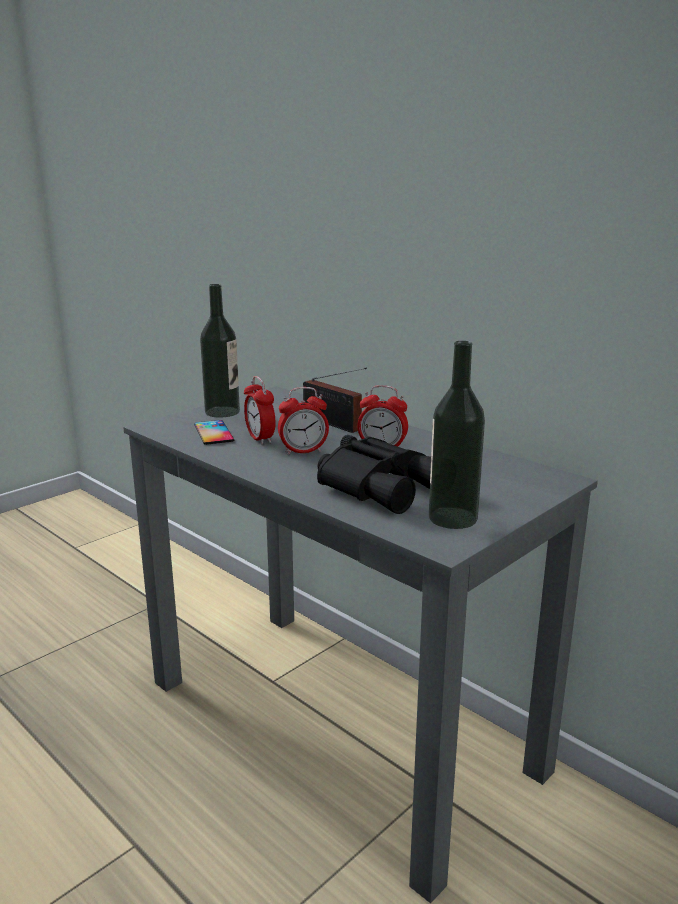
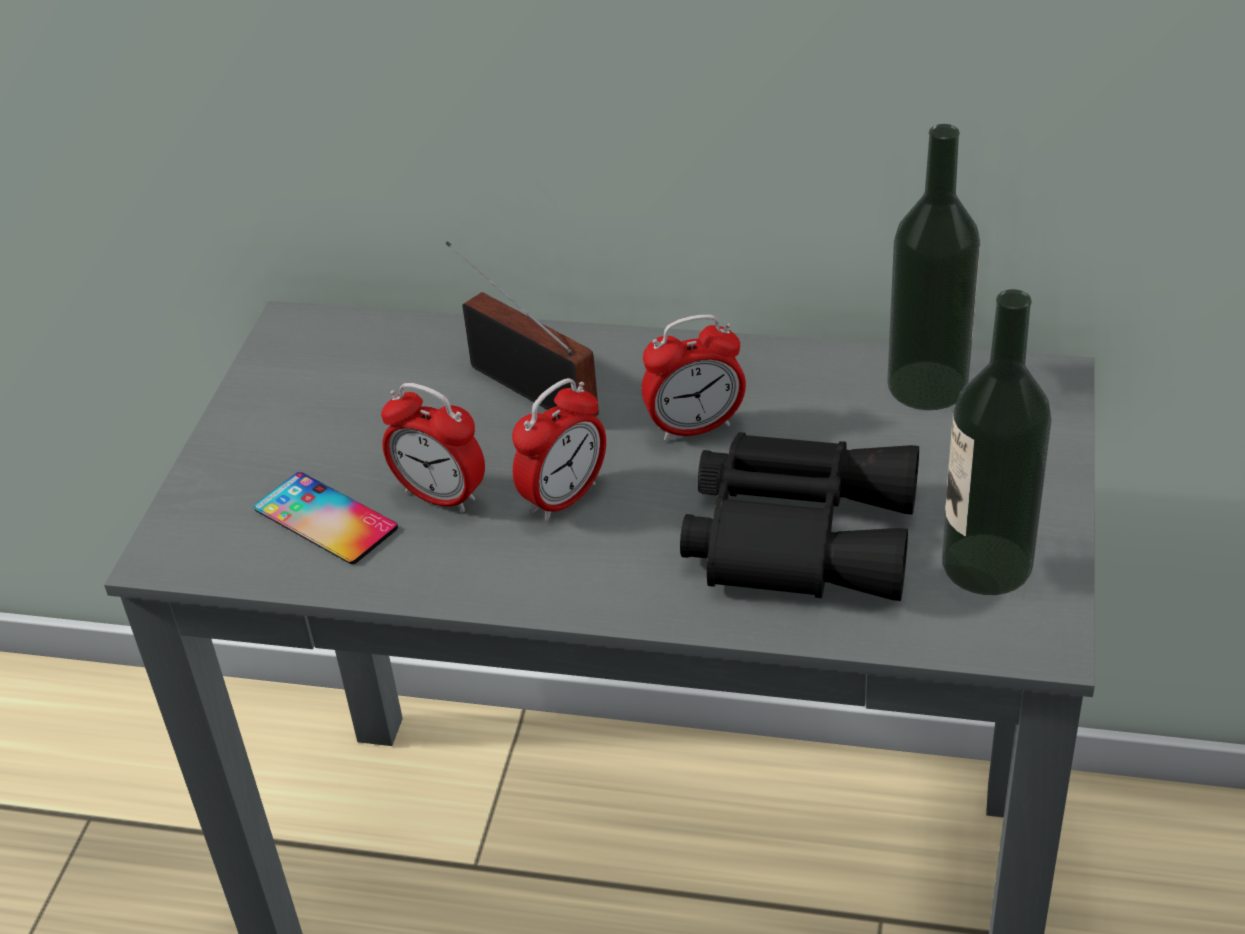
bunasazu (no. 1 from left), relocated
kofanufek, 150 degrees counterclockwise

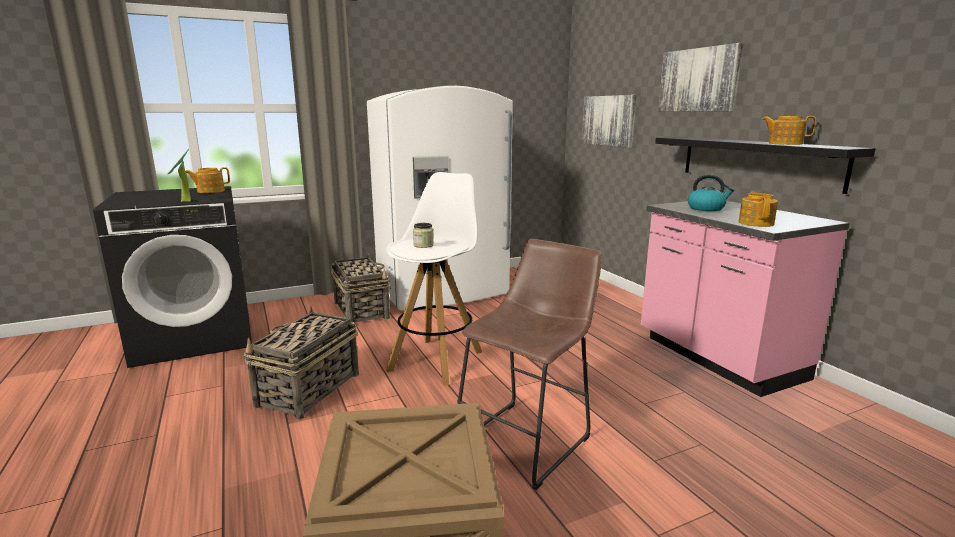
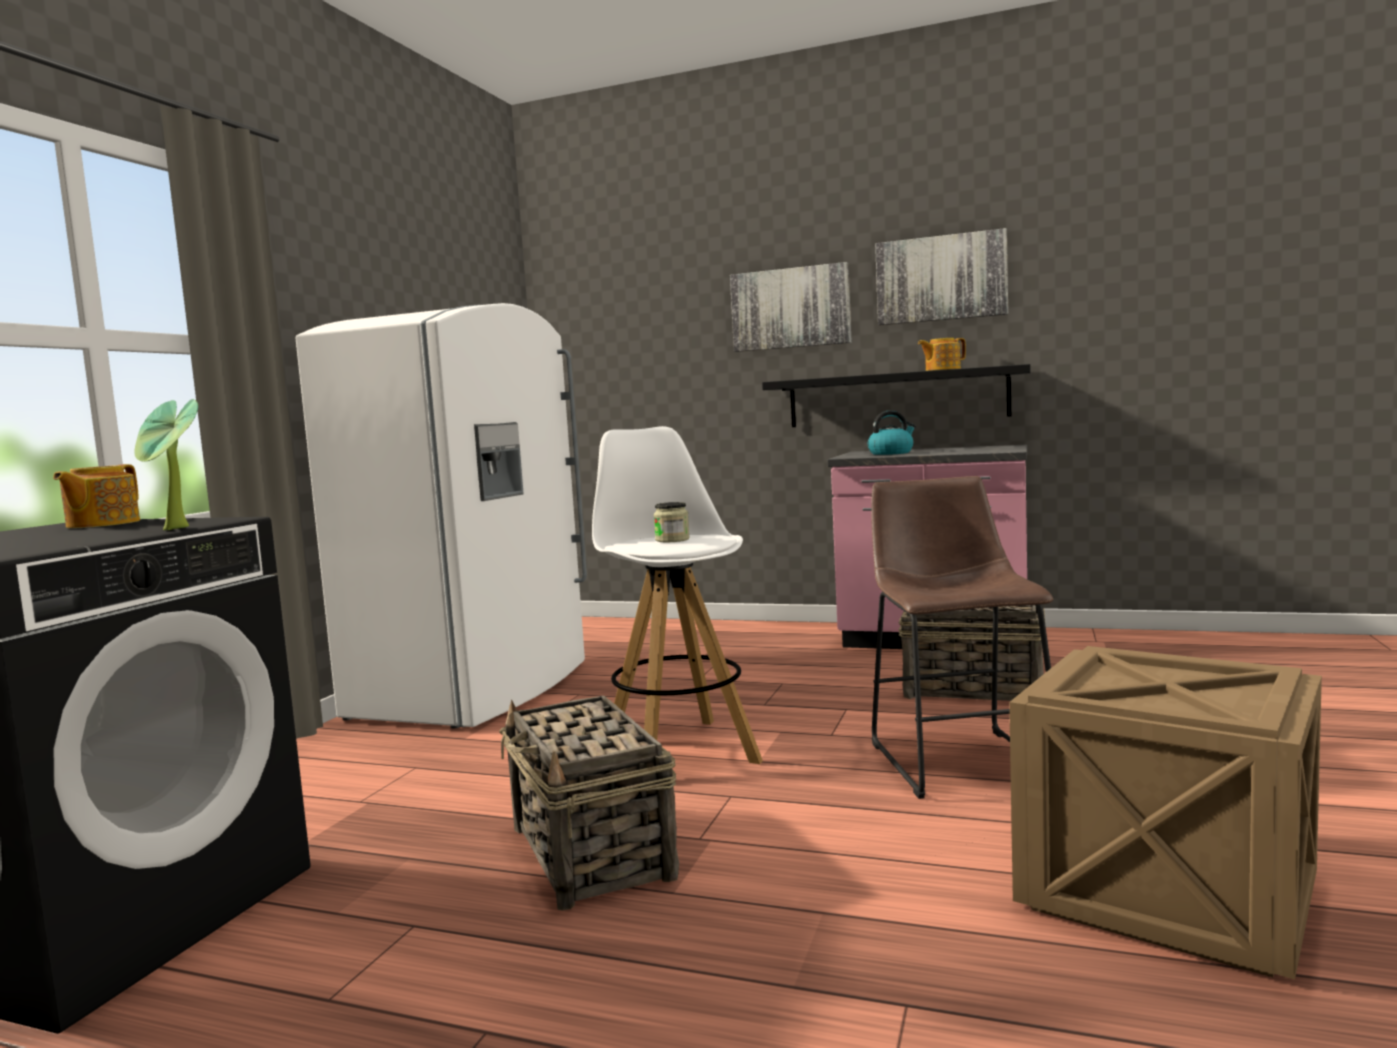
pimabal (no. 1 from left in the first image) -> pimabal (no. 2 from left), relocated
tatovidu (no. 2 from left) -> none
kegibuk (no. 2 from left), relocated

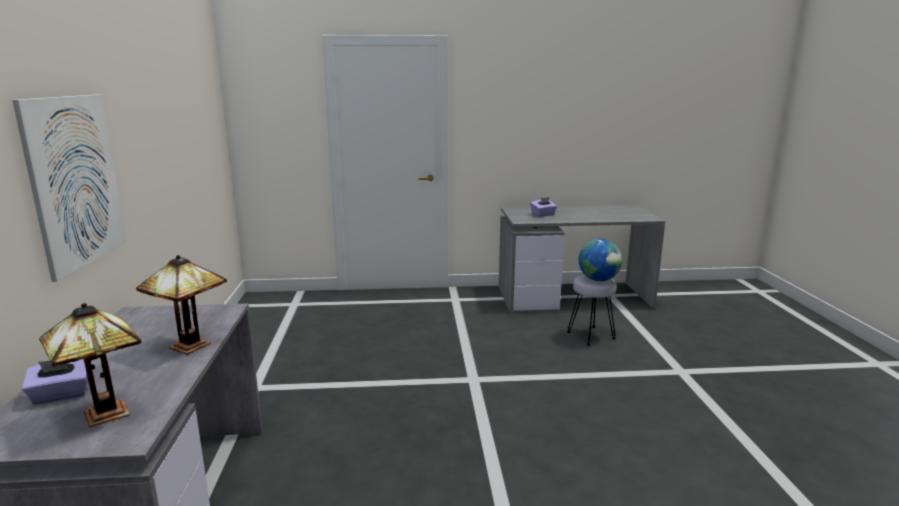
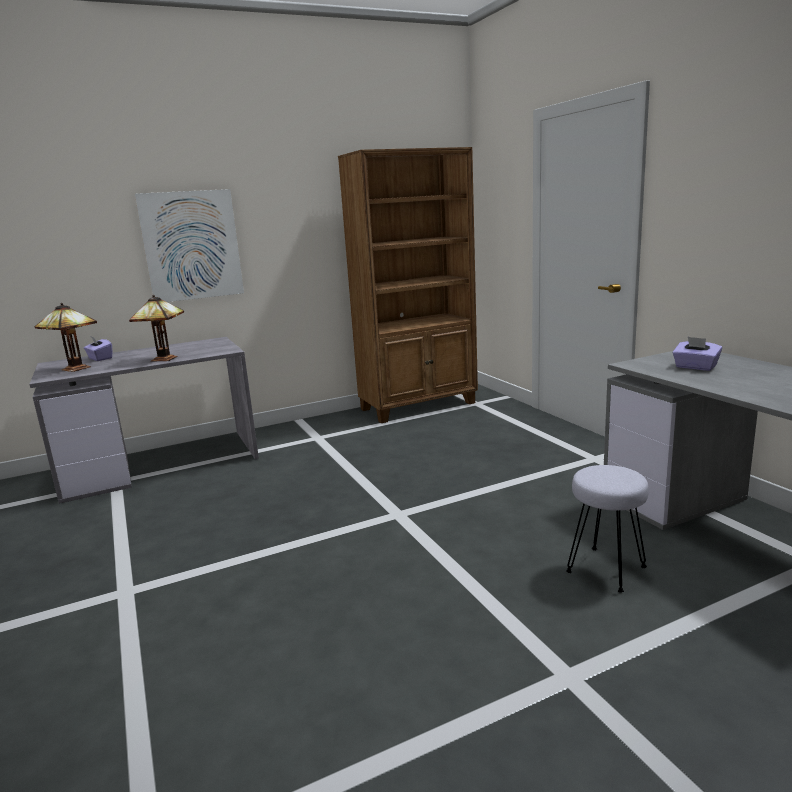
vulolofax -> none
none -> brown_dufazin

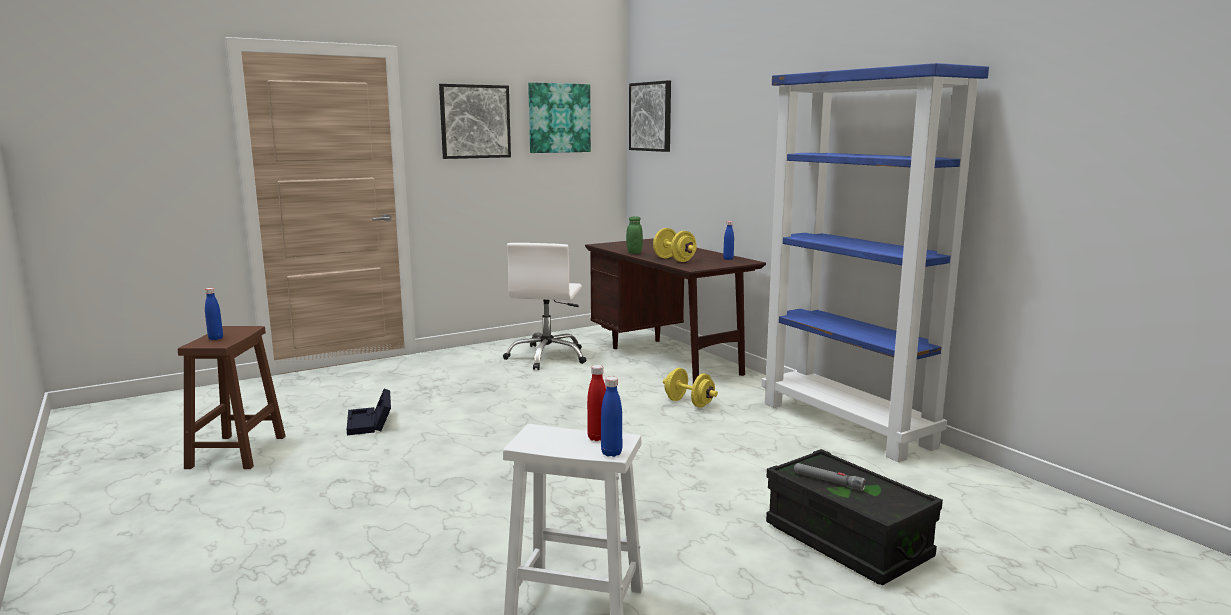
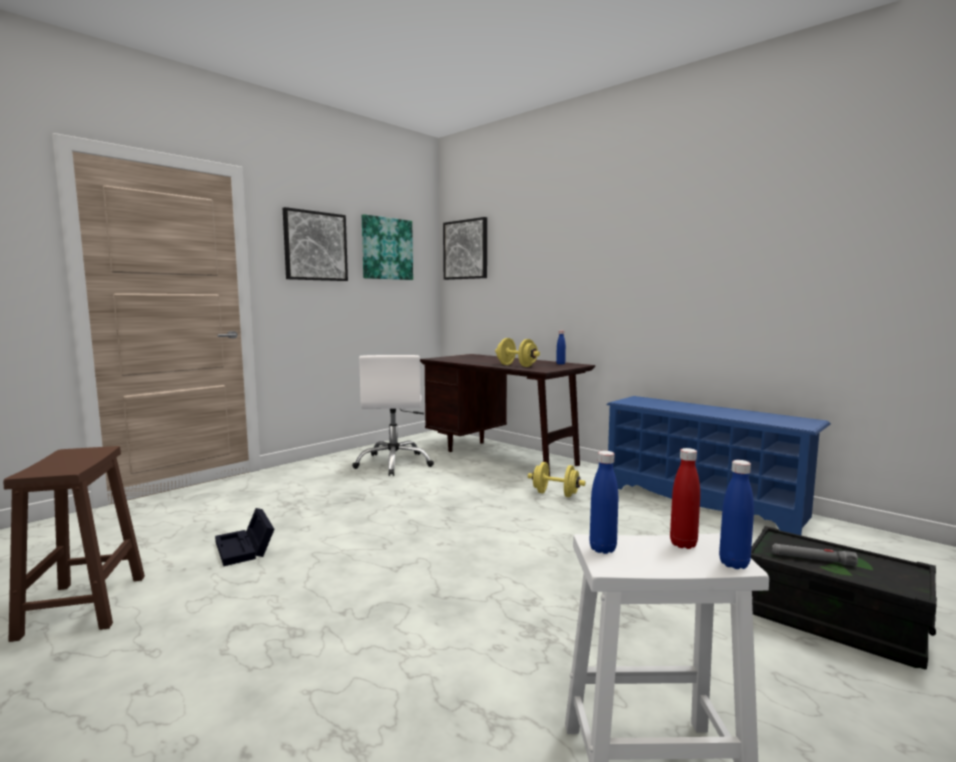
blue_dufazin -> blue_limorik
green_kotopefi -> none
blue_bunasazu (no. 1 from left in the first image) -> blue_bunasazu (no. 2 from left), relocated

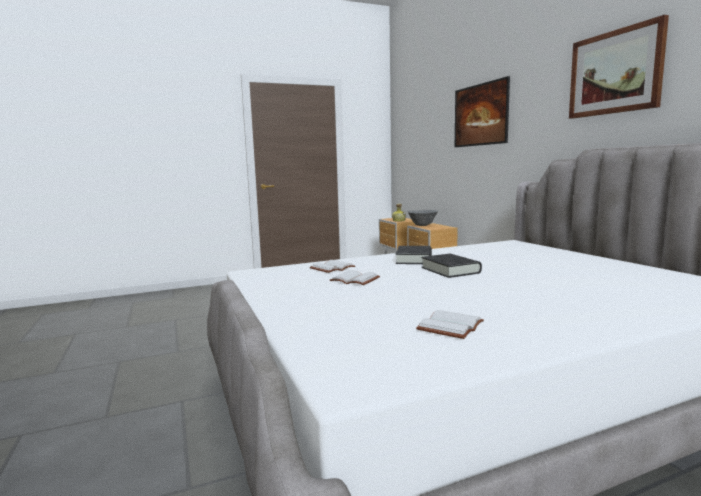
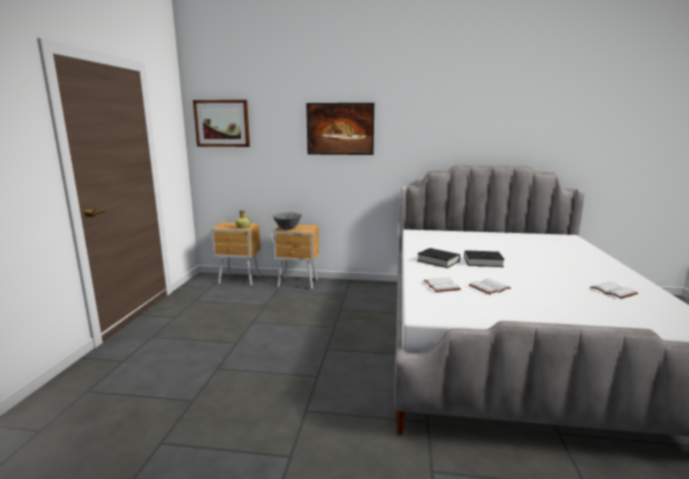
pimabal (no. 2 from left in the first image) -> pimabal (no. 1 from left), relocated

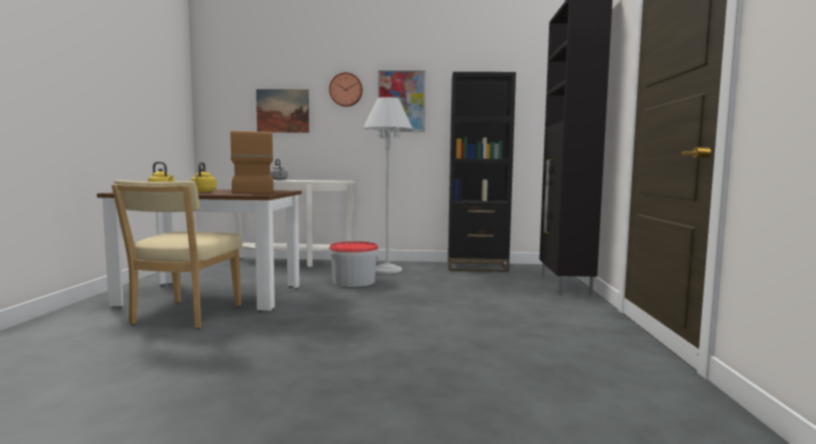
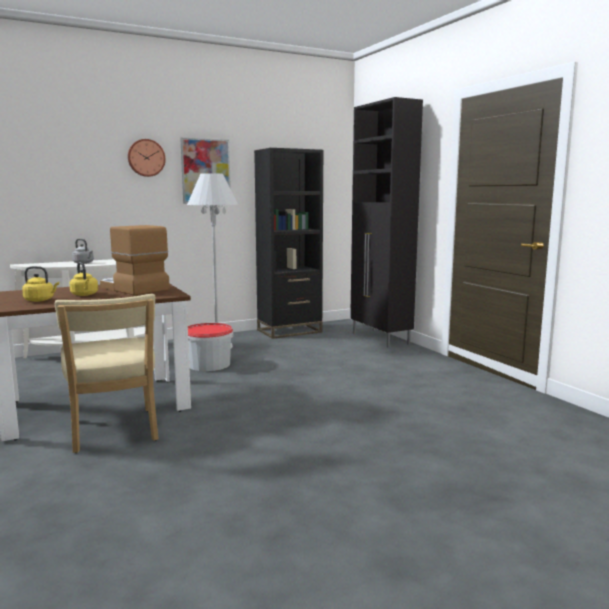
pimabal (no. 1 from left) -> none

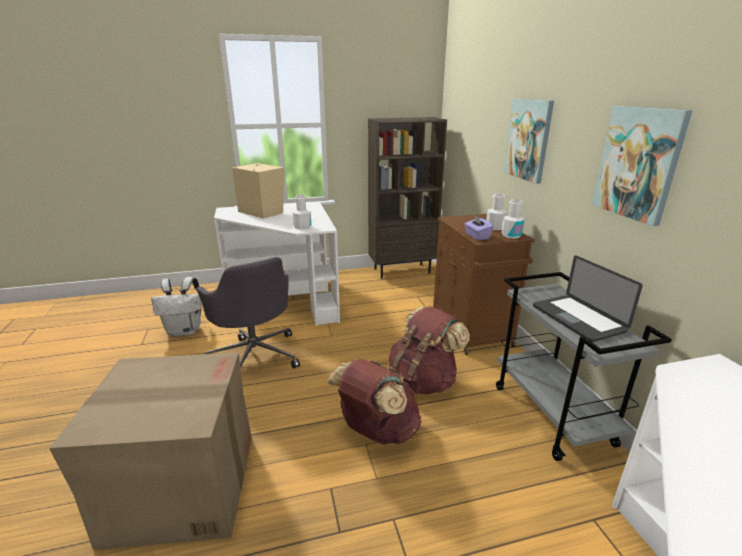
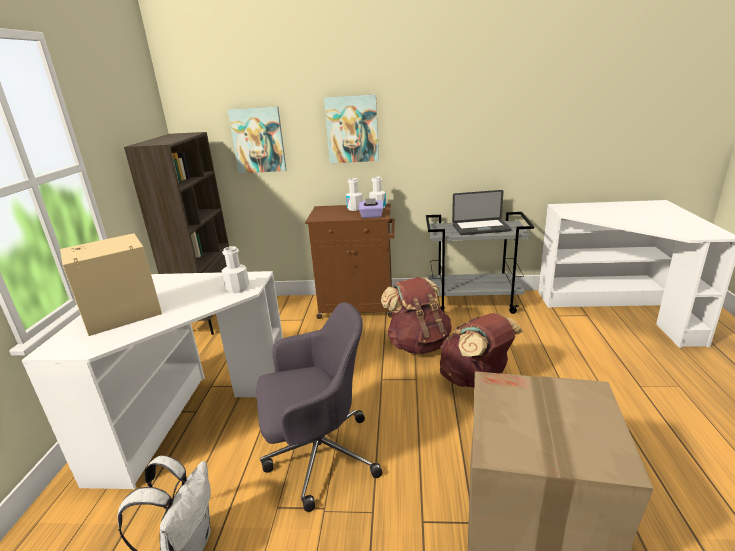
pimabal (no. 2 from left in the first image) -> pimabal (no. 1 from left), relocated

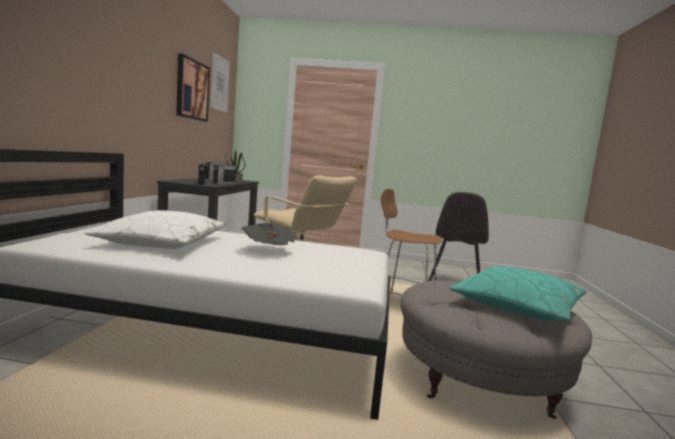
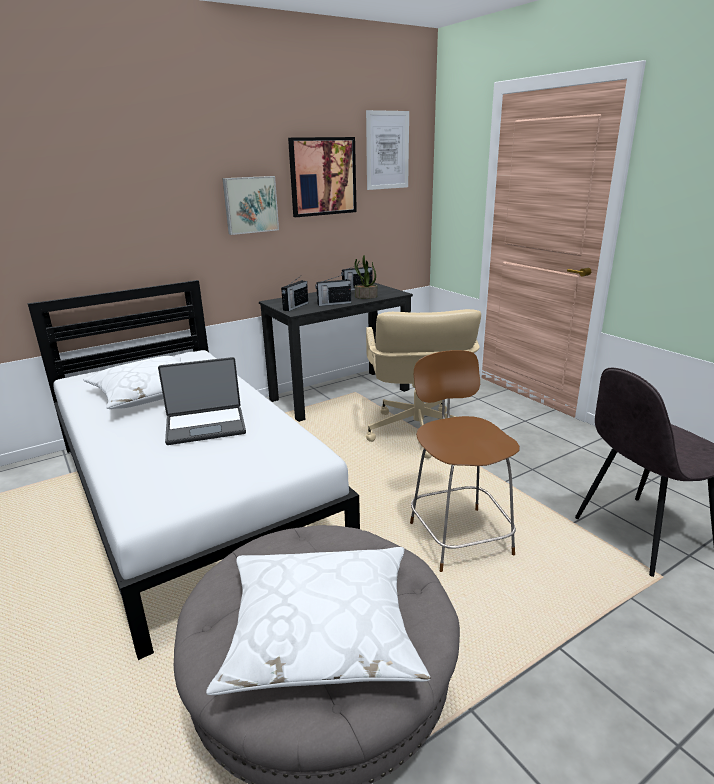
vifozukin -> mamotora
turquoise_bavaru -> white_bavaru (no. 2 from left)
none -> pimabal (no. 1 from left)

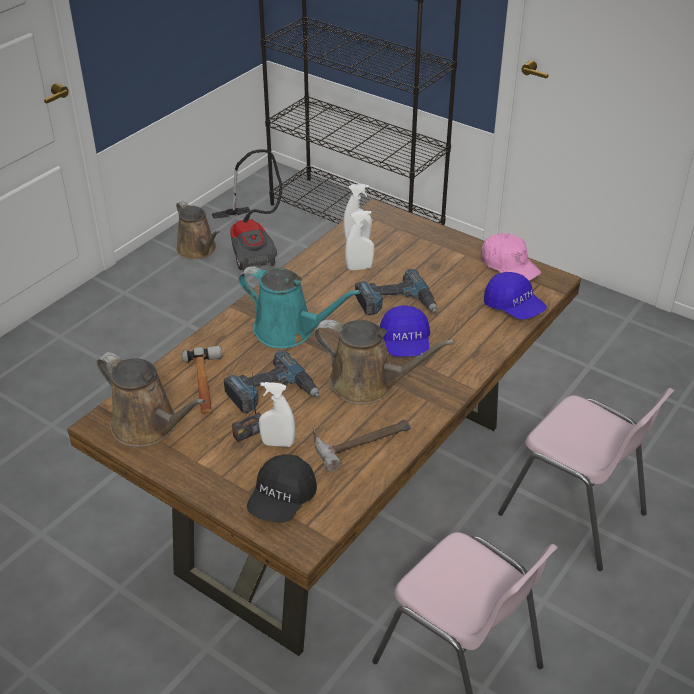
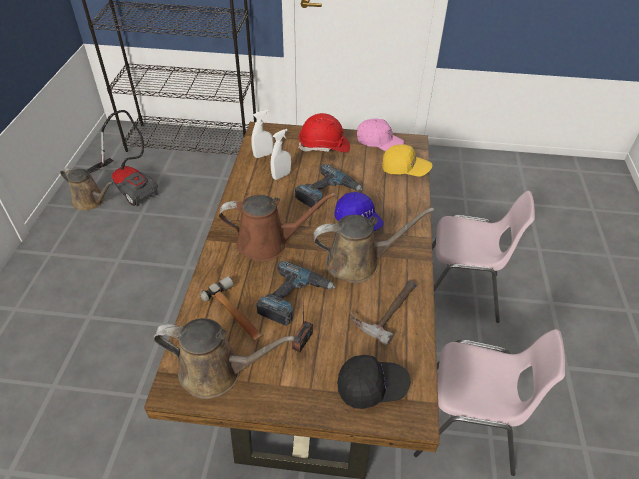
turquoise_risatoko -> brown_risatoko (no. 3 from left)
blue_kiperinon (no. 2 from left) -> yellow_kiperinon
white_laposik (no. 1 from left) -> none
black_kiperinon, 90 degrees counterclockwise
none -> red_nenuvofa

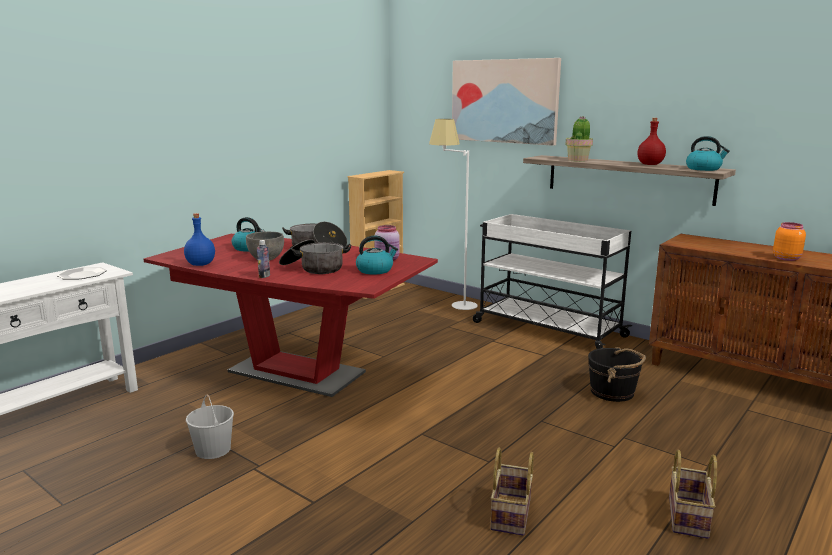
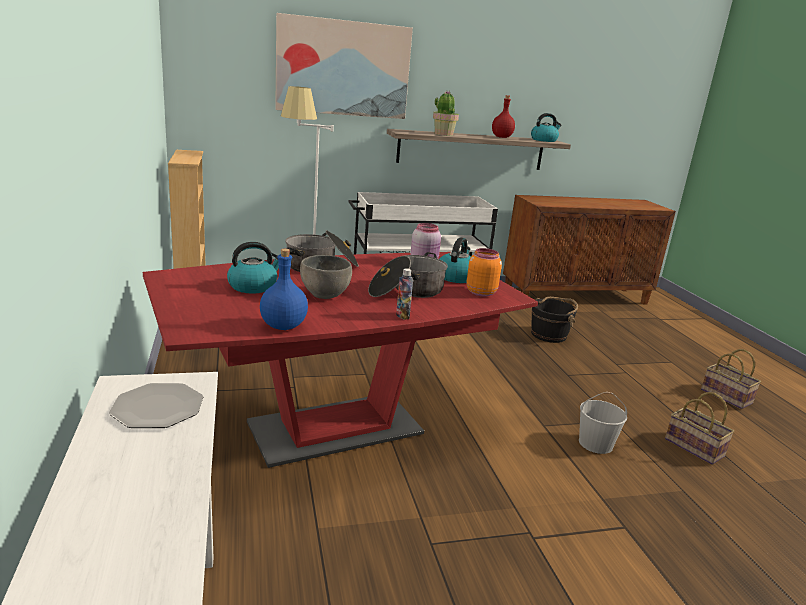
orange_kotopefi, relocated
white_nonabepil, relocated

